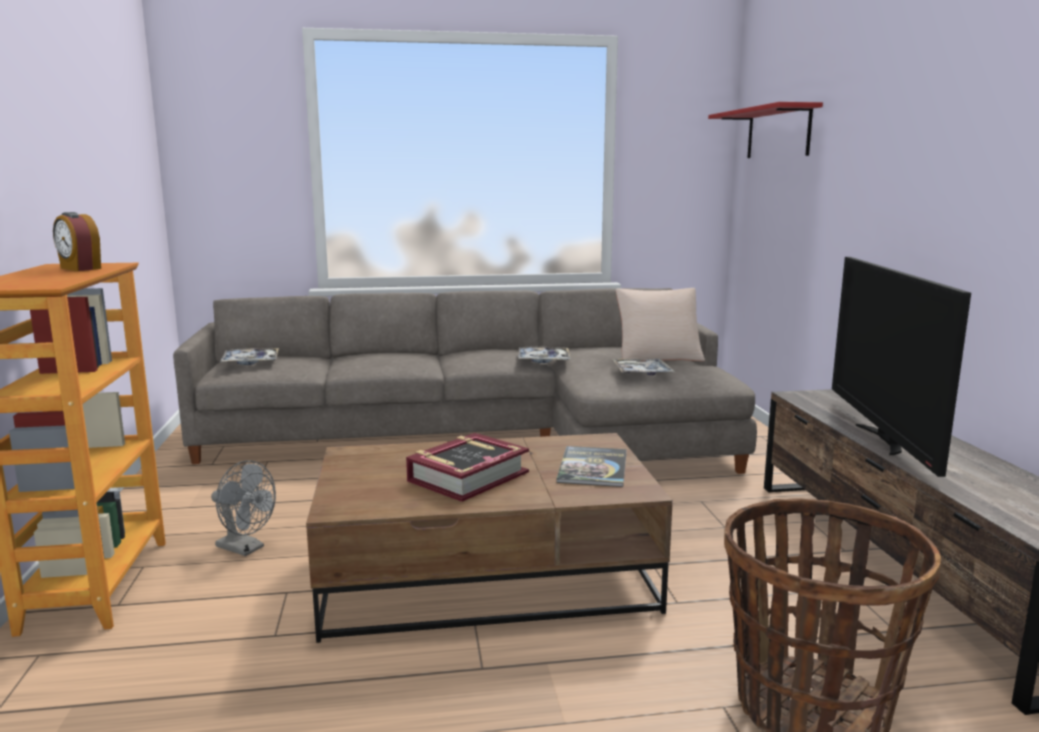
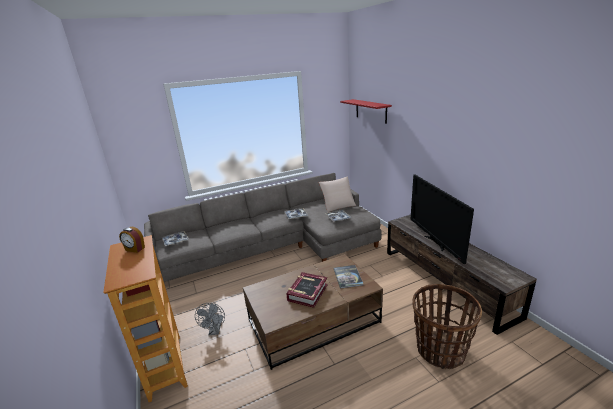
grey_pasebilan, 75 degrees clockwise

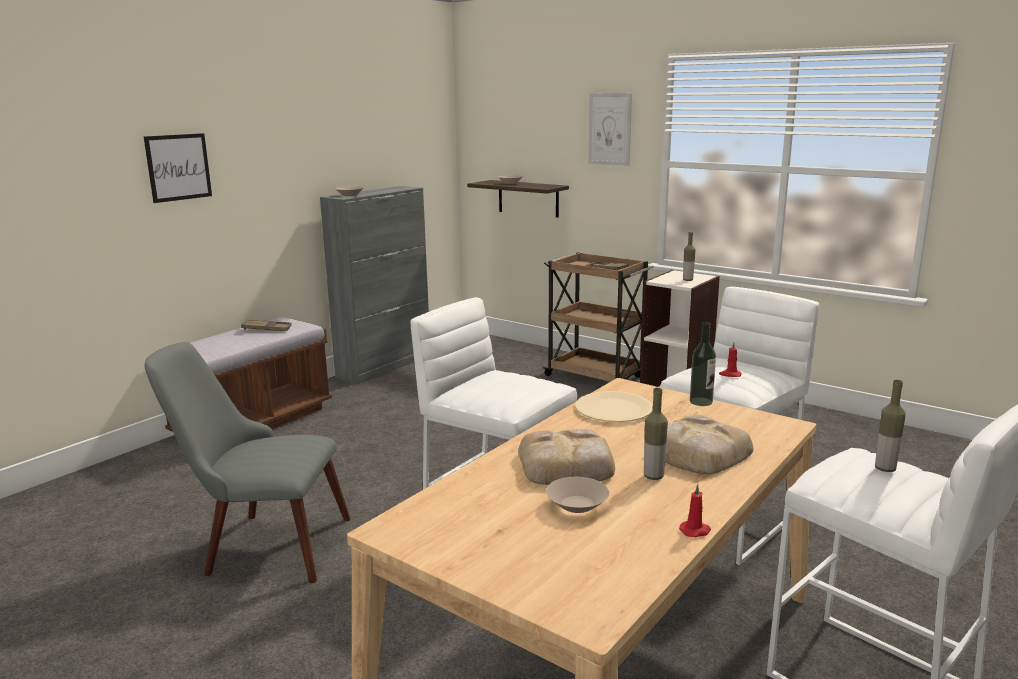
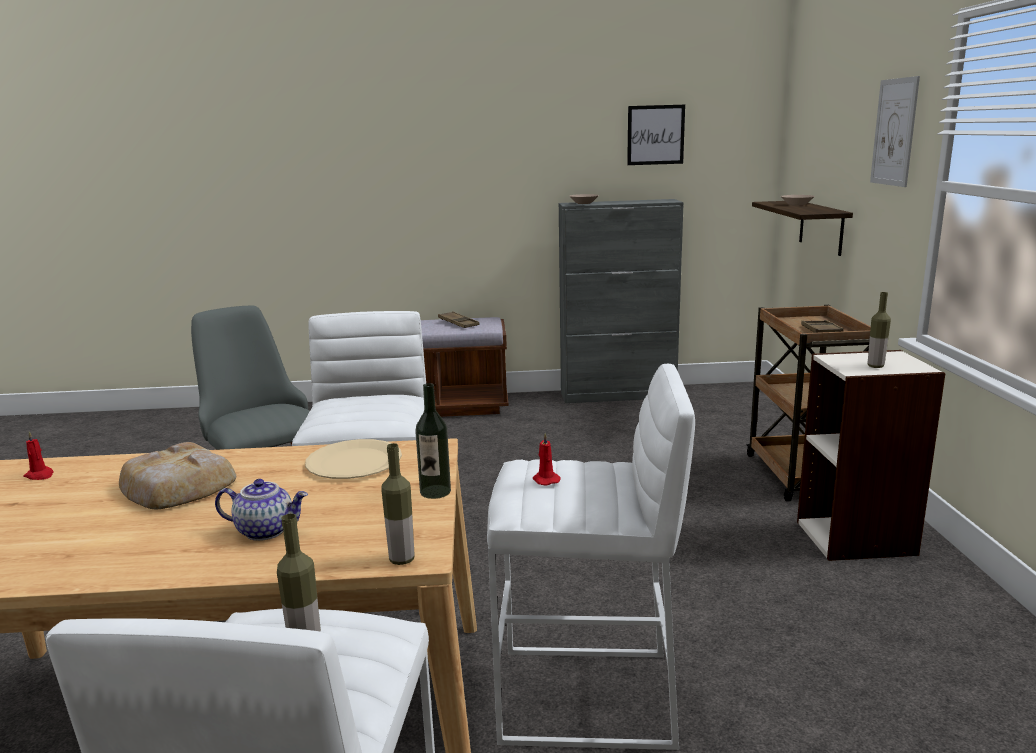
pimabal (no. 1 from left), relocated
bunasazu (no. 1 from left in the first image) -> bunasazu (no. 2 from left), relocated
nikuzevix (no. 2 from left) -> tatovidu
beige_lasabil (no. 3 from left) -> none
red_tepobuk (no. 1 from left), relocated

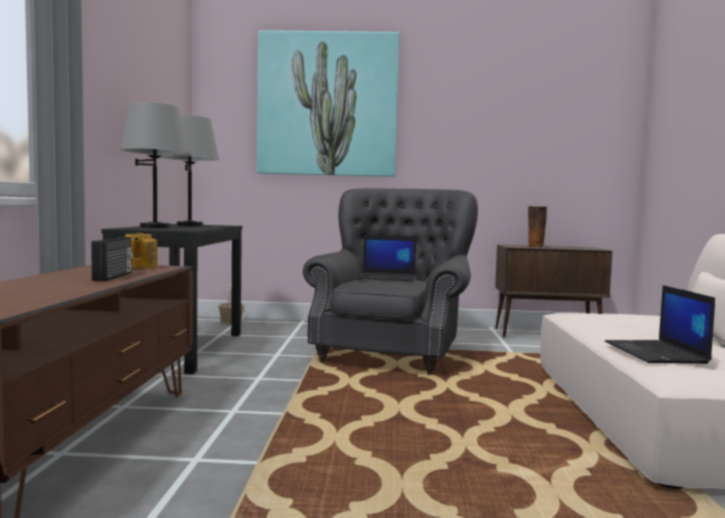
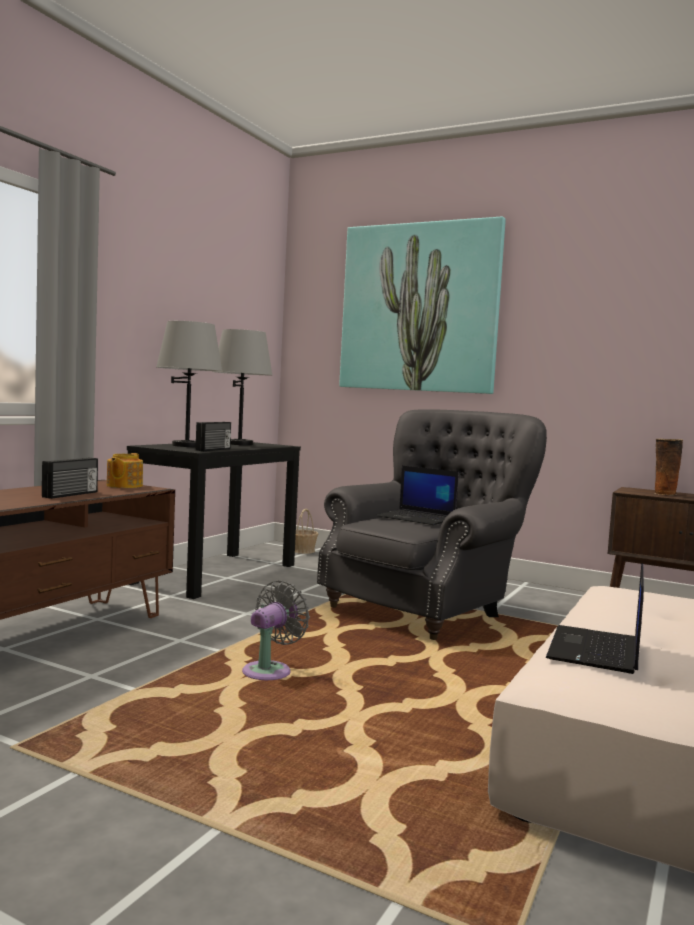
none -> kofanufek (no. 2 from left)
none -> grey_pasebilan

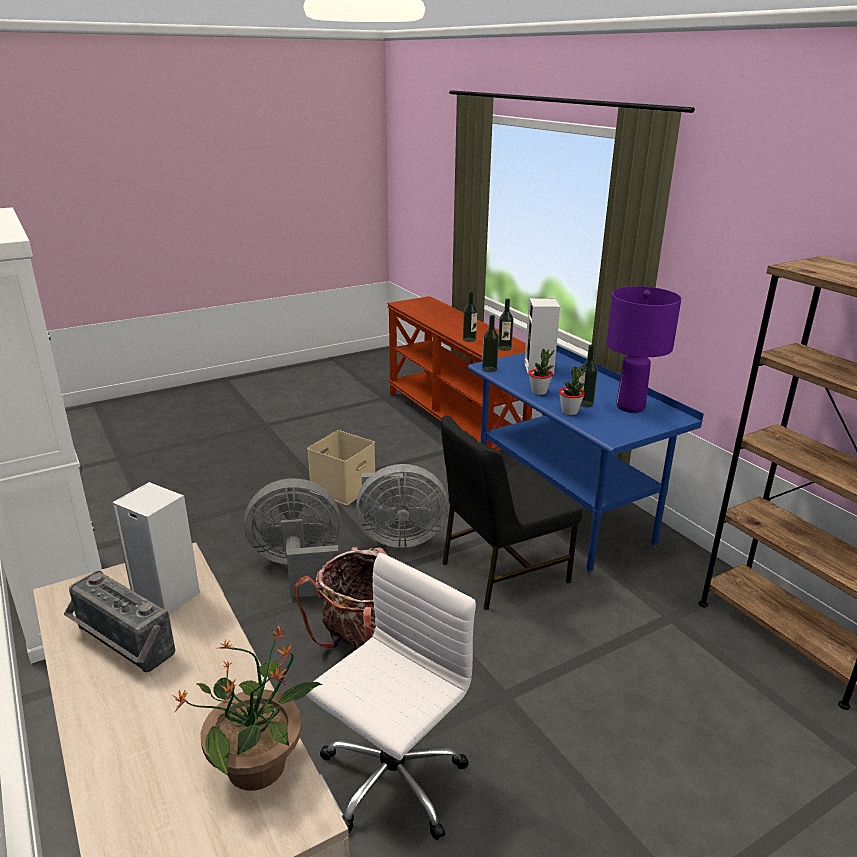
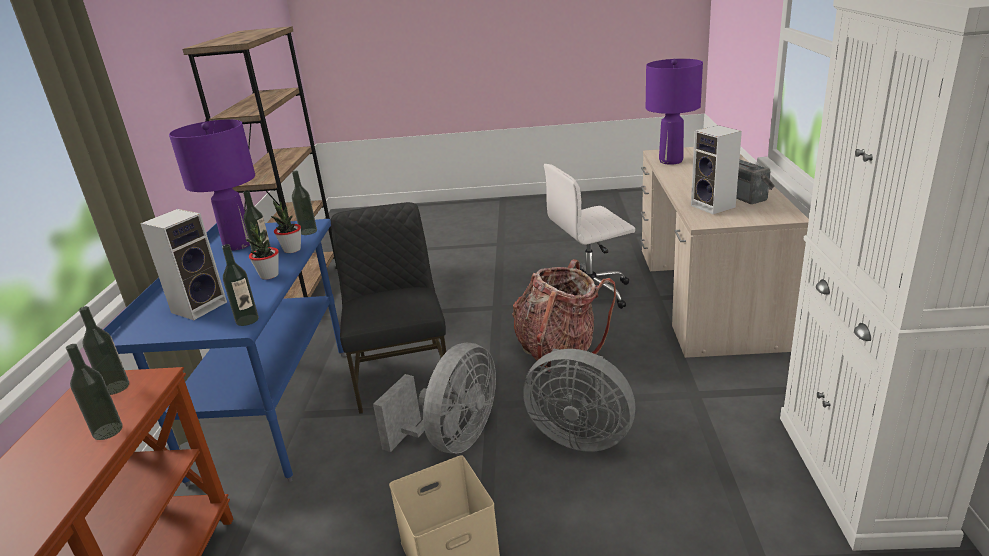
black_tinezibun, 105 degrees counterclockwise
grey_pasebilan (no. 2 from left in the first image) -> grey_pasebilan (no. 1 from left), 90 degrees clockwise
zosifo (no. 1 from left) -> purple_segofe (no. 2 from left)
none -> bunasazu (no. 5 from left)

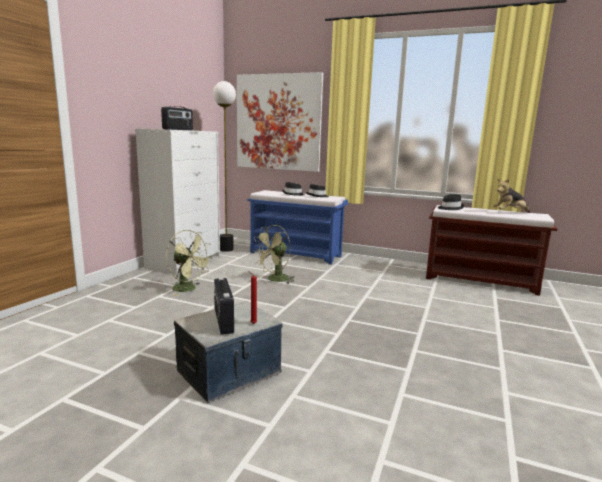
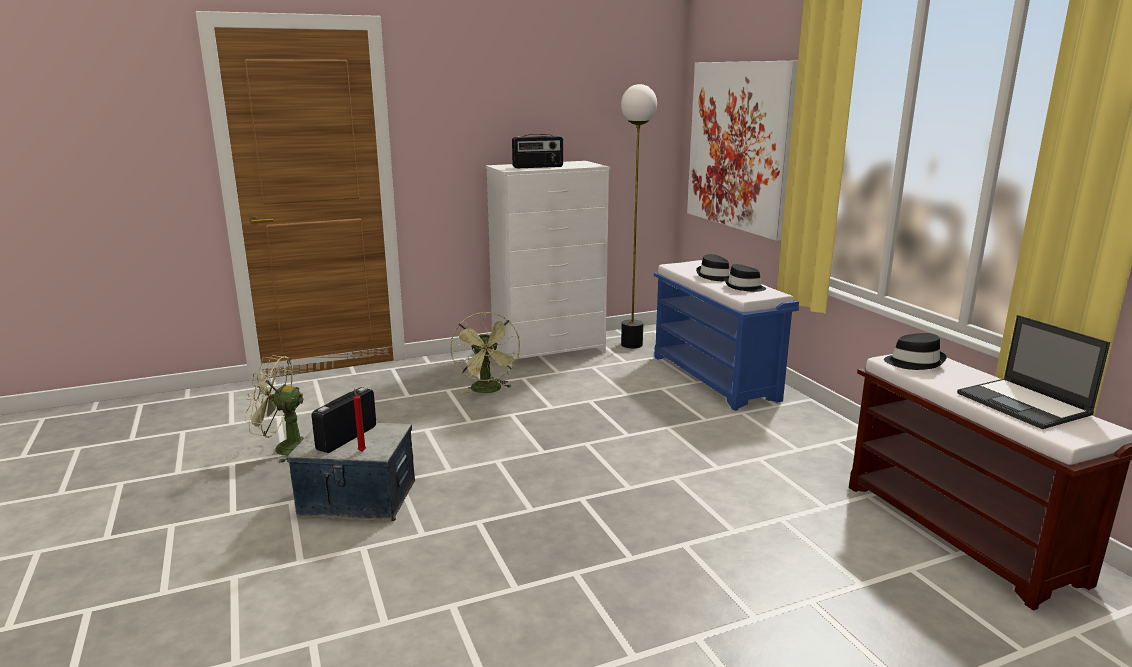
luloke -> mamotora
green_pasebilan (no. 2 from left in the first image) -> green_pasebilan (no. 1 from left), relocated

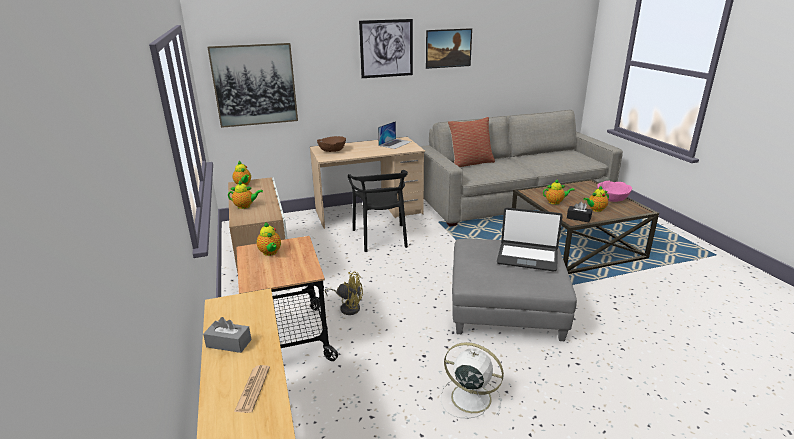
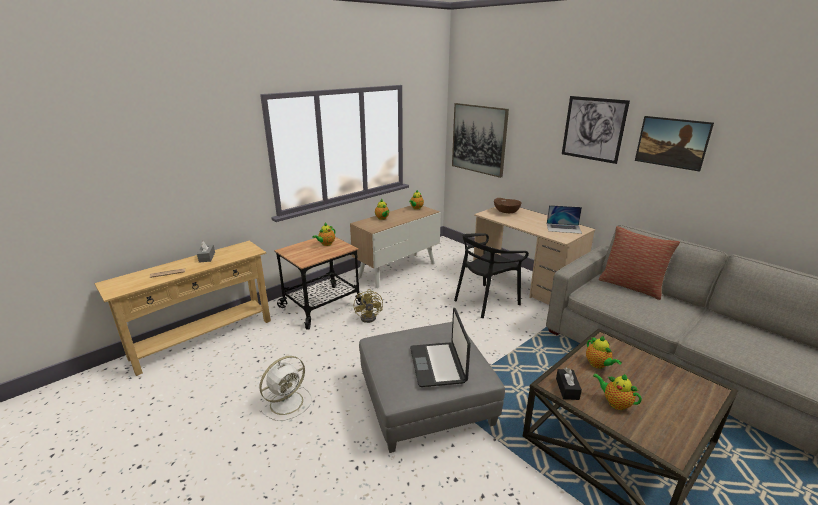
pink_lasabil -> none
white_pasebilan, 45 degrees clockwise

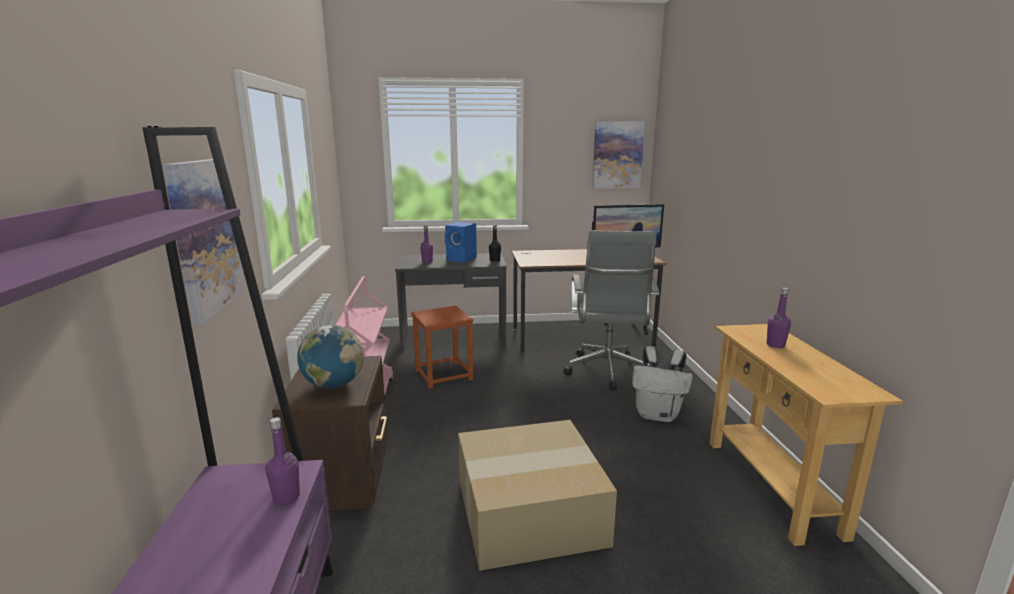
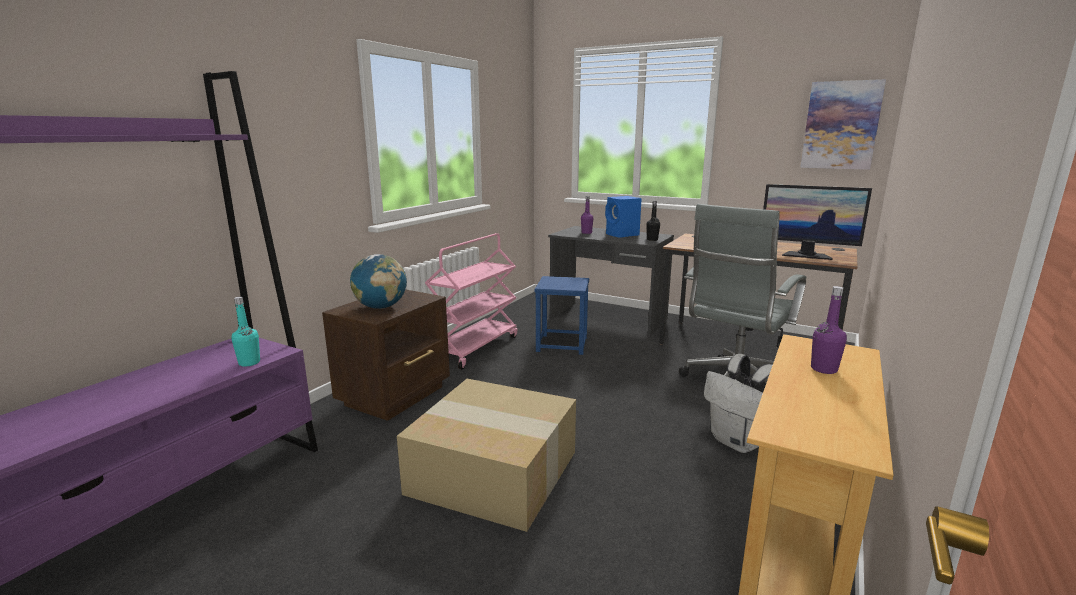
pimabal (no. 1 from left) -> none
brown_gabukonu -> blue_gabukonu
purple_bunasazu (no. 1 from left) -> turquoise_bunasazu

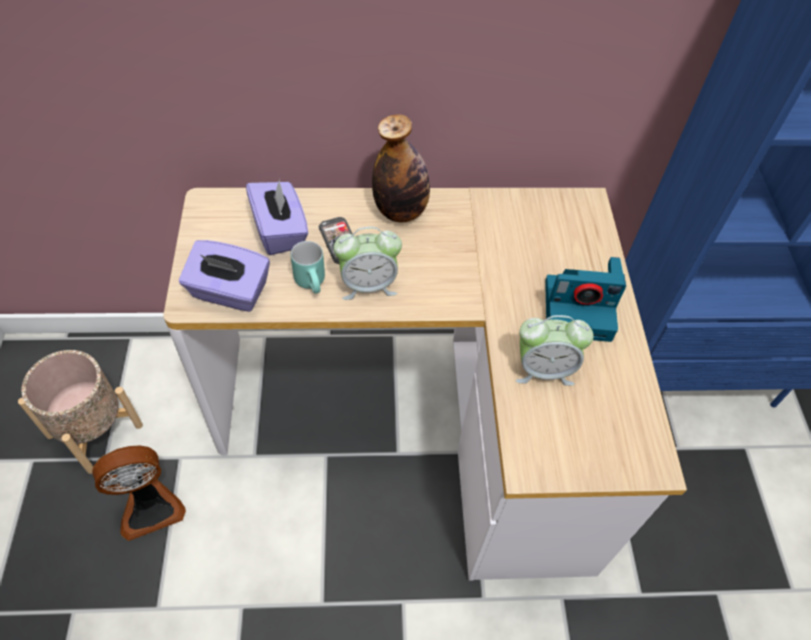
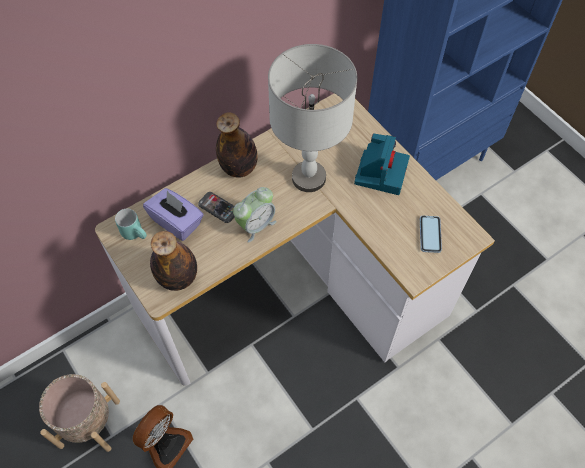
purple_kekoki (no. 1 from left) -> bunasazu (no. 1 from left)
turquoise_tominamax, relocated
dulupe, 45 degrees counterclockwise
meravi (no. 2 from left) -> none
none -> grey_segofe
none -> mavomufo (no. 2 from left)

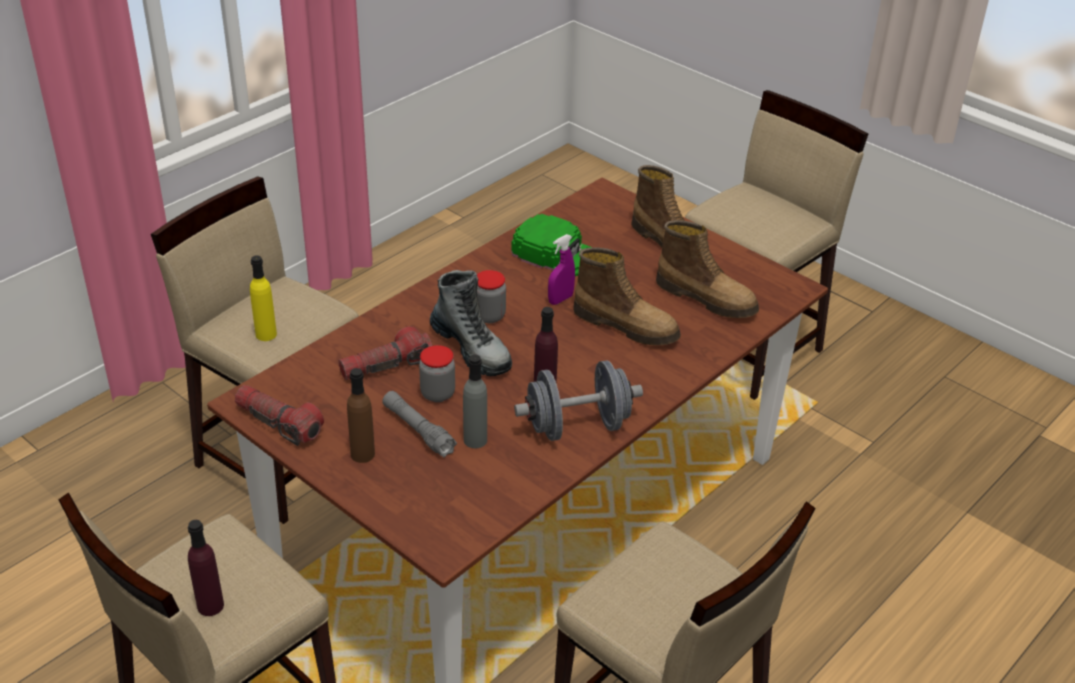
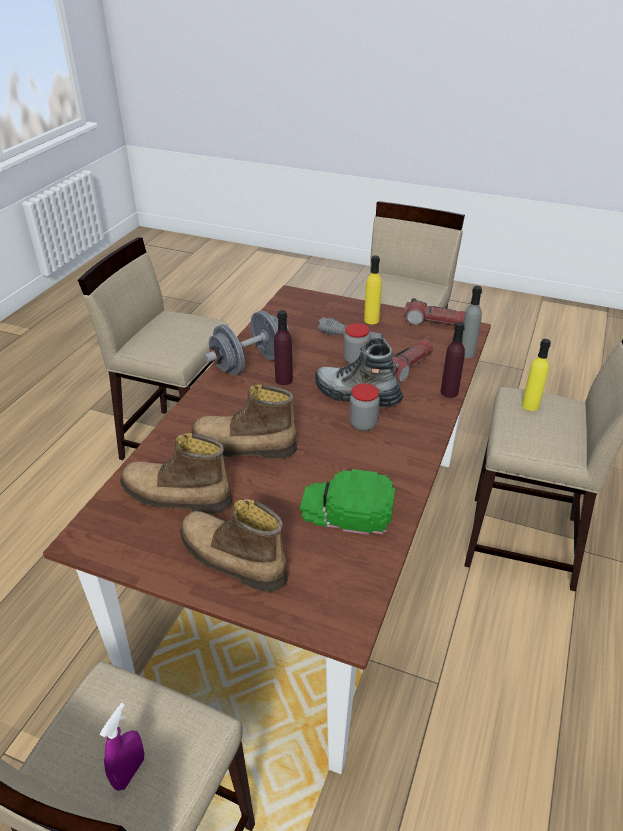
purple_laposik, relocated
grey_bunasazu, relocated
brown_bunasazu -> yellow_bunasazu (no. 1 from left)
purple_bunasazu (no. 1 from left in the first image) -> purple_bunasazu (no. 2 from left), relocated

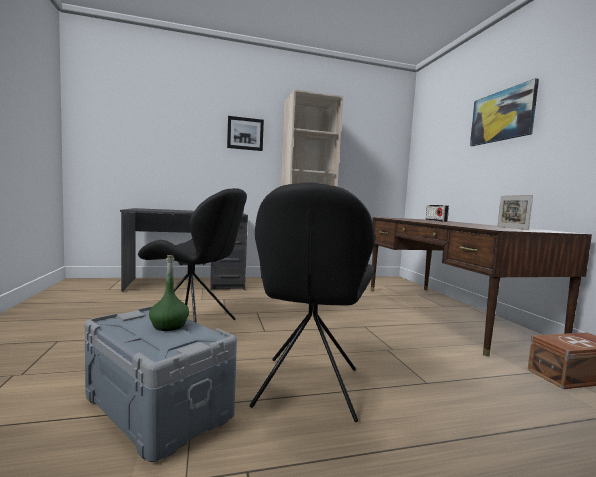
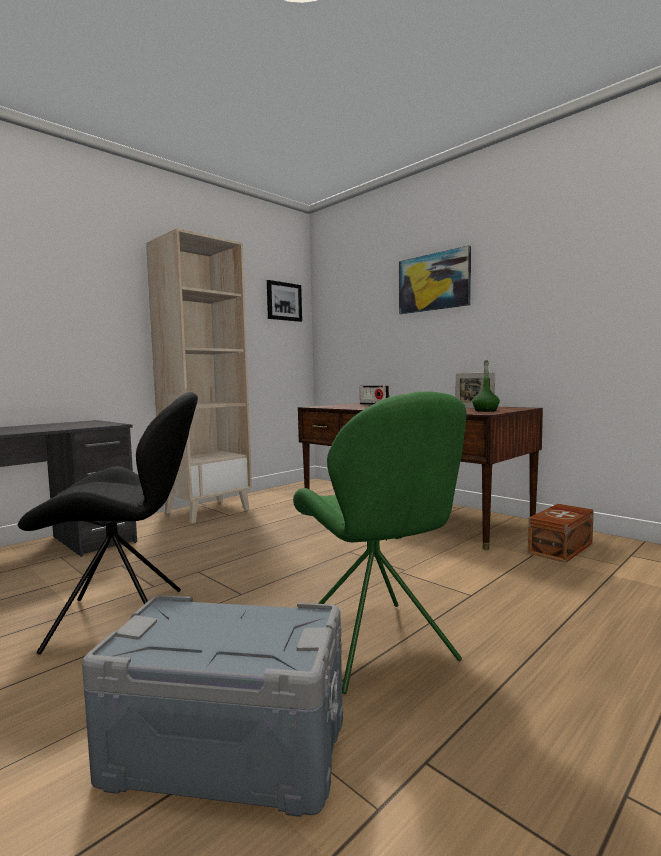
pimabal (no. 1 from left), relocated
black_tinezibun (no. 2 from left) -> green_tinezibun
green_bunasazu, relocated

